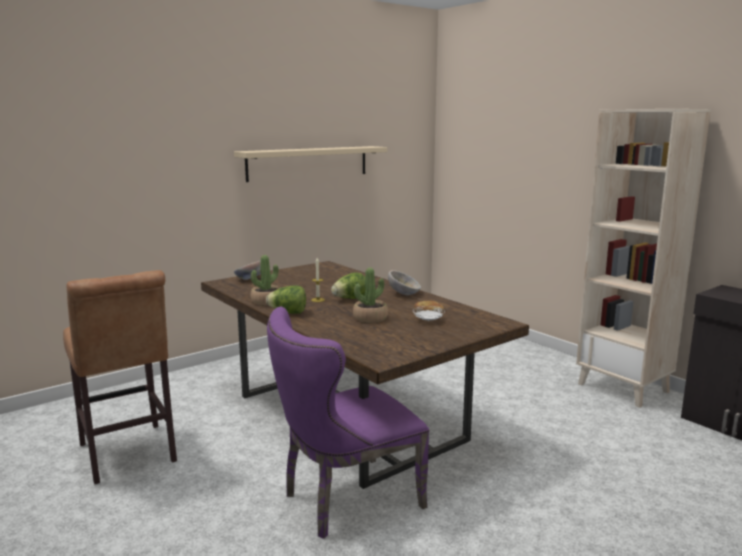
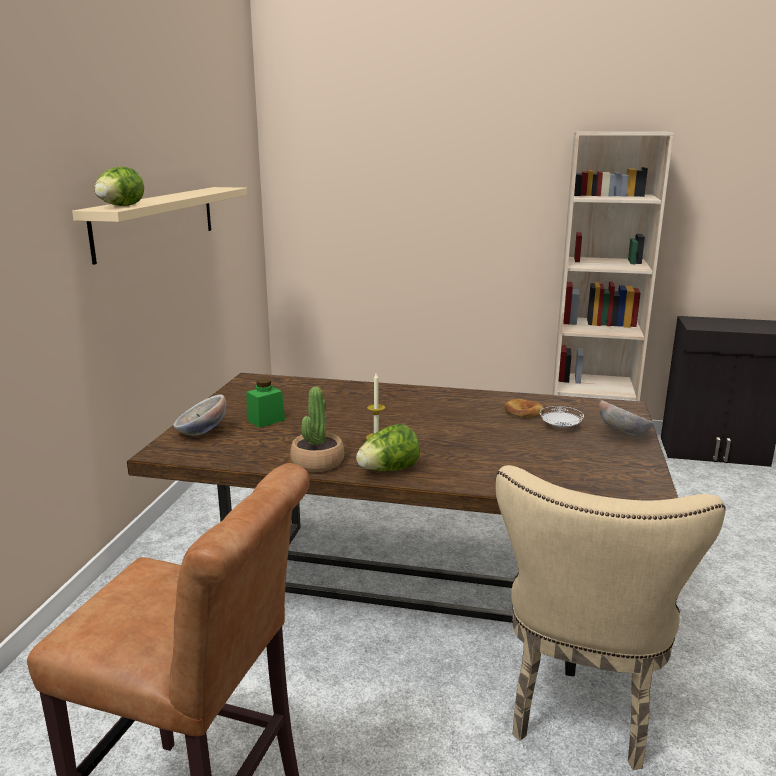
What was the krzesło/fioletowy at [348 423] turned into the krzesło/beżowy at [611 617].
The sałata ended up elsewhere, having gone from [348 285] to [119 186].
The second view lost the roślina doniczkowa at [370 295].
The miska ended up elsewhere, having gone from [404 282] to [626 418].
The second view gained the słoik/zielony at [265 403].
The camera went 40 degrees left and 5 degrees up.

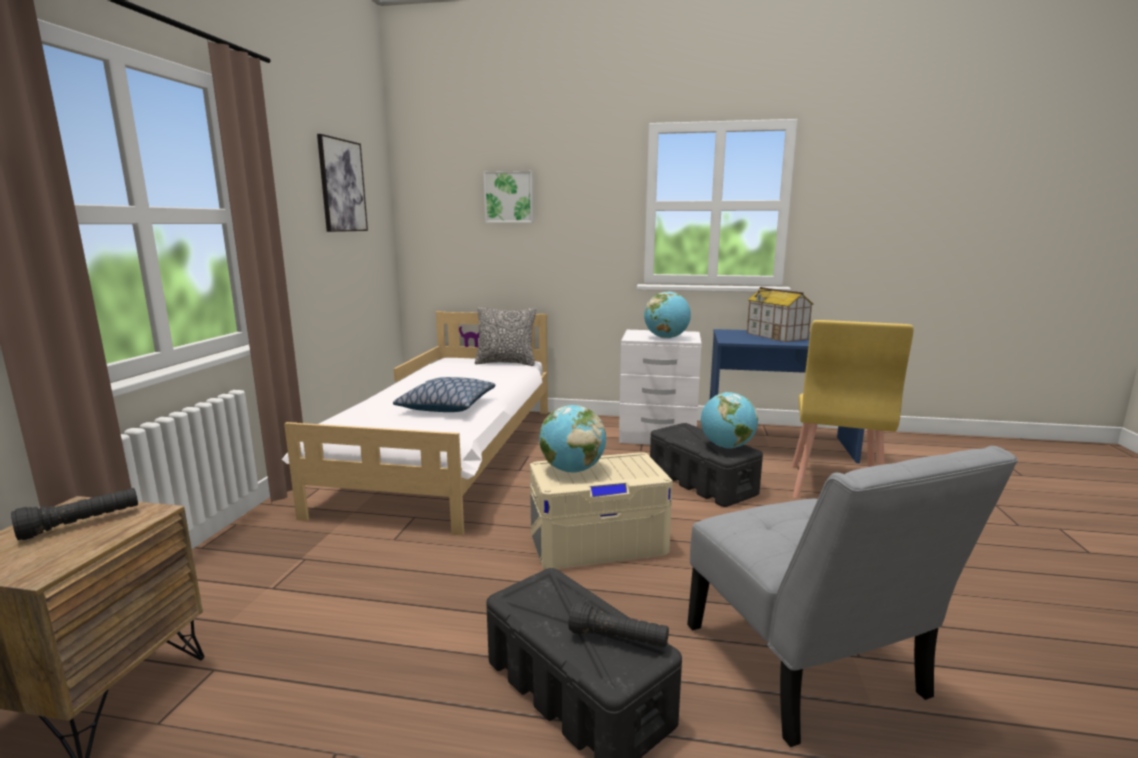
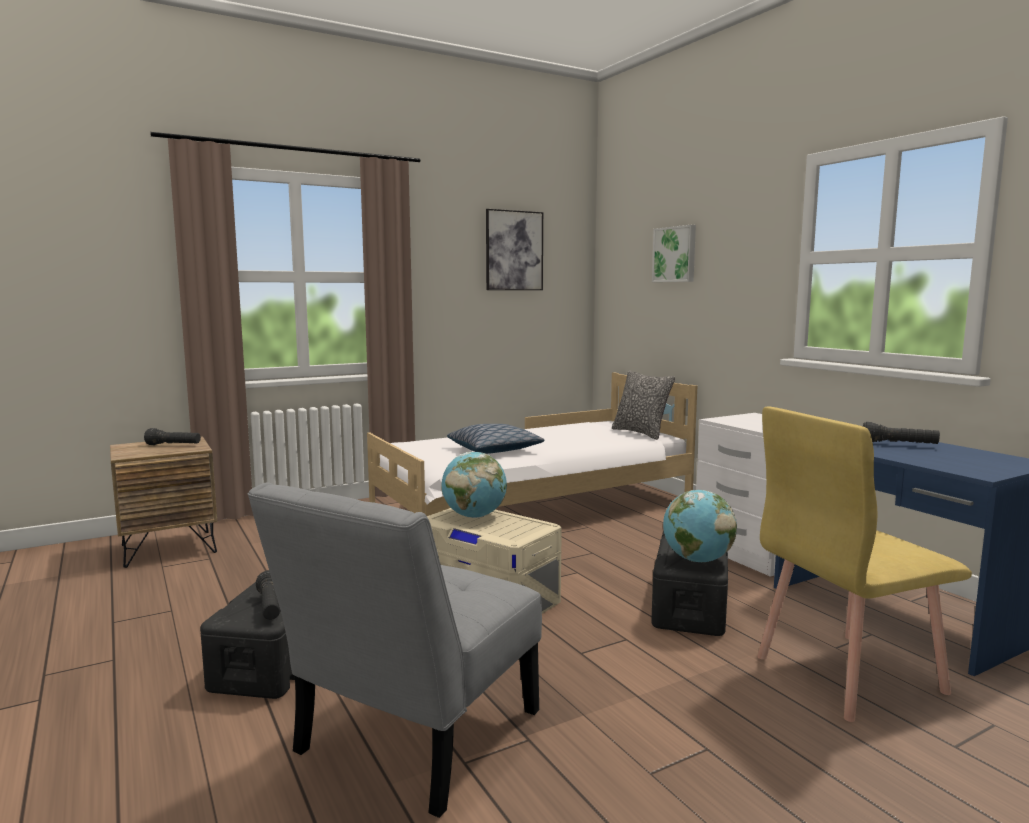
The second view lost the globus at [667 315].
Where the domek stood at [780 314], the latarka/czarny came to stand at [901 433].
The camera went 50 degrees right and 5 degrees down.

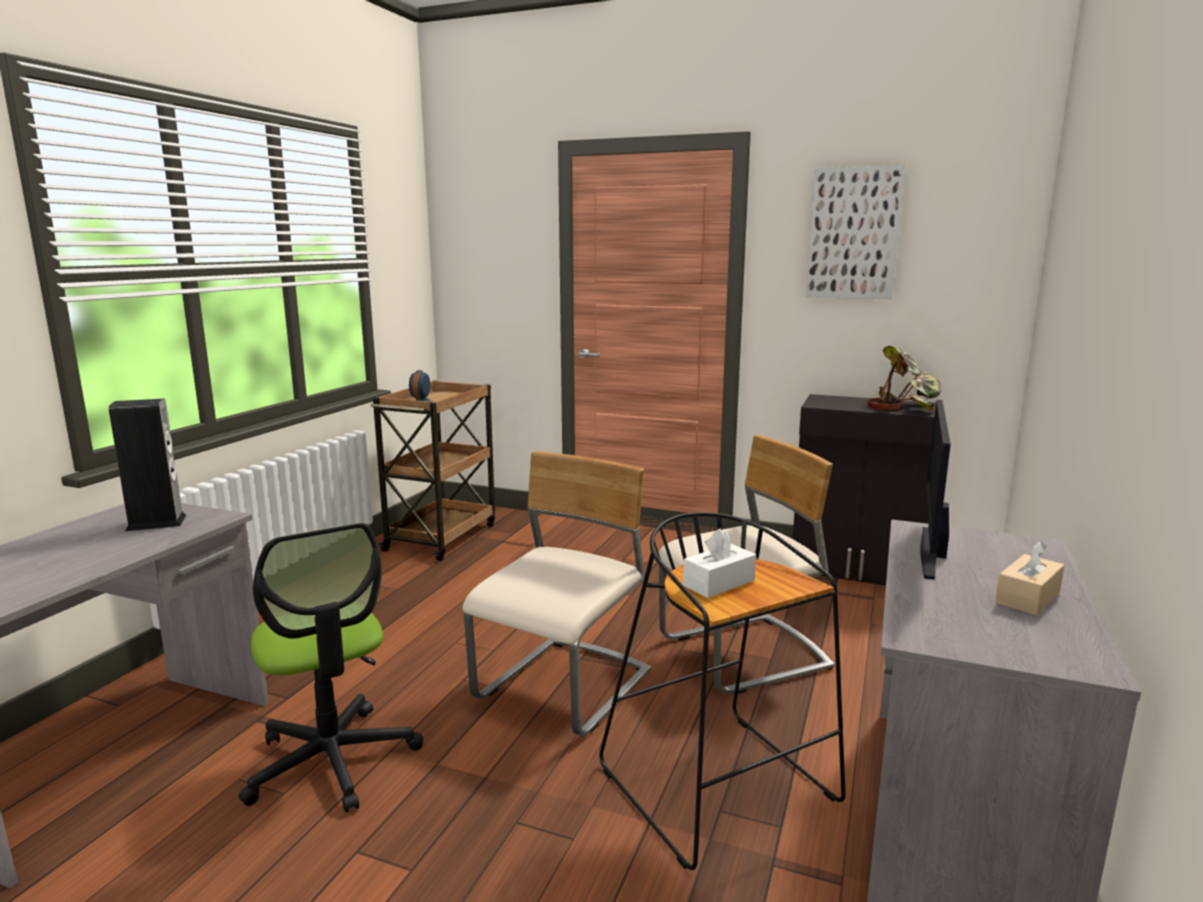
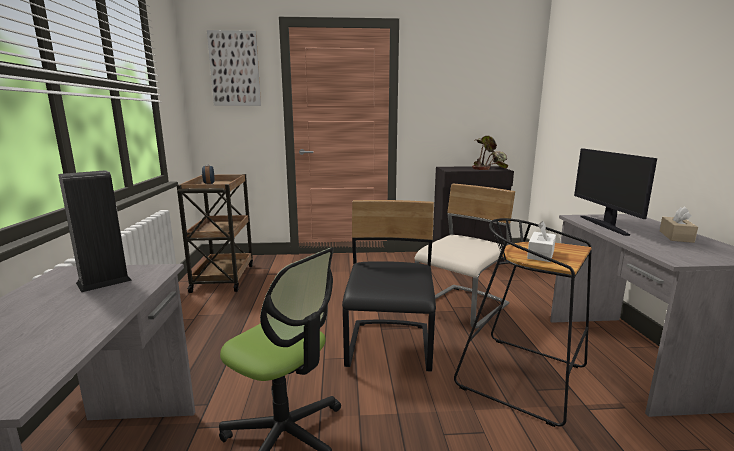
What was the krzesło/beżowy at [556 593] turned into the krzesło/czarny at [389 286].
The obraz ended up elsewhere, having gone from [855 232] to [234 68].
The camera went 25 degrees left and 0 degrees up.

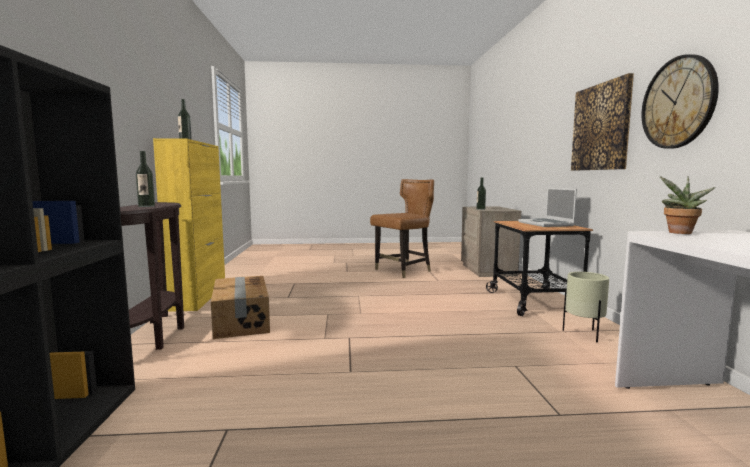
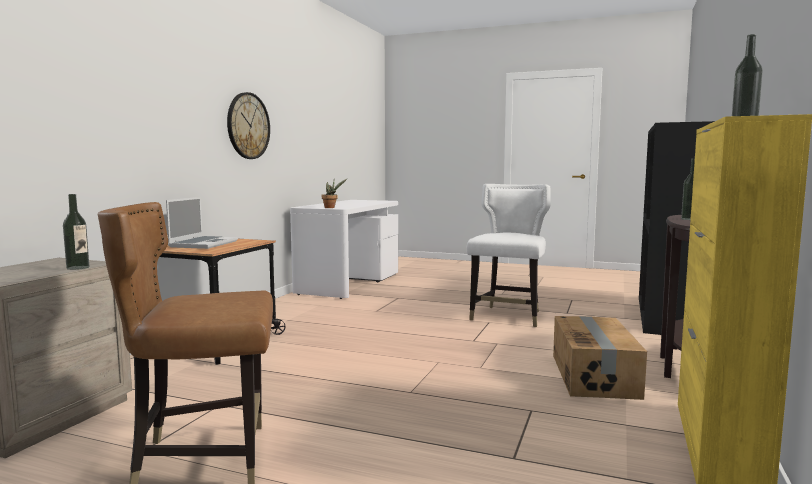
The second view lost the donica/beżowy at [586 307].
The second view lost the obraz at [602 122].
The second view gained the krzesło/biały at [508 255].
The camera went 155 degrees left and 0 degrees up.

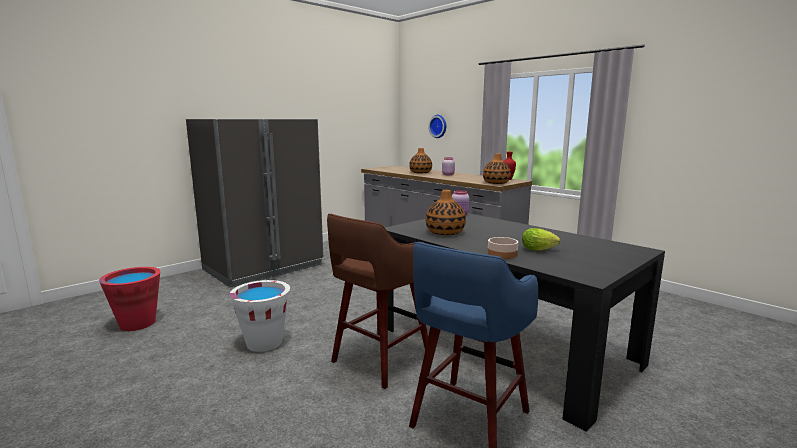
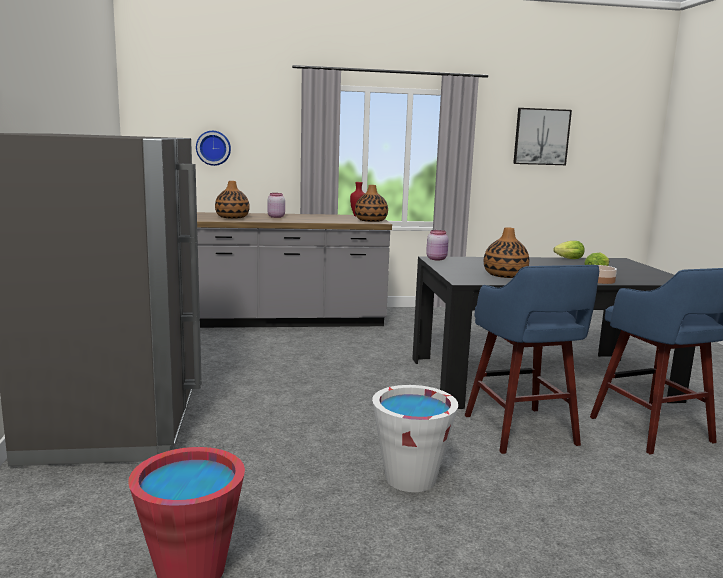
What was the stołek/brązowy at [377 301] turned into the stołek/niebieski at [532 359].
The second view gained the obraz at [542 136].
The second view gained the sałata at [569 250].
The camera went 55 degrees left and 0 degrees up.

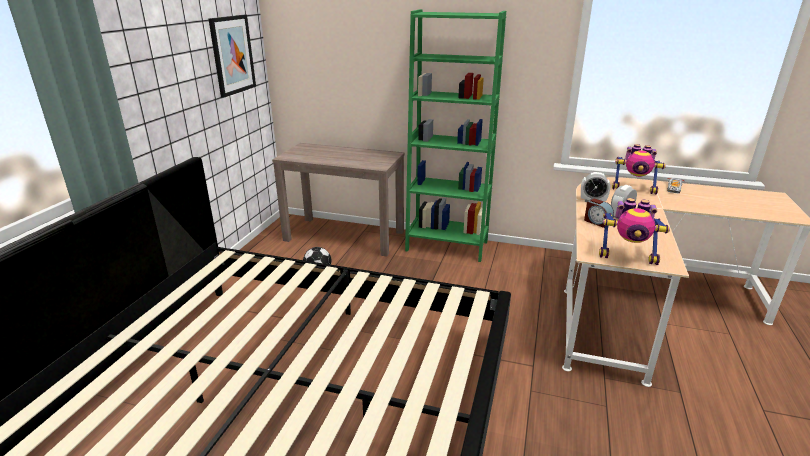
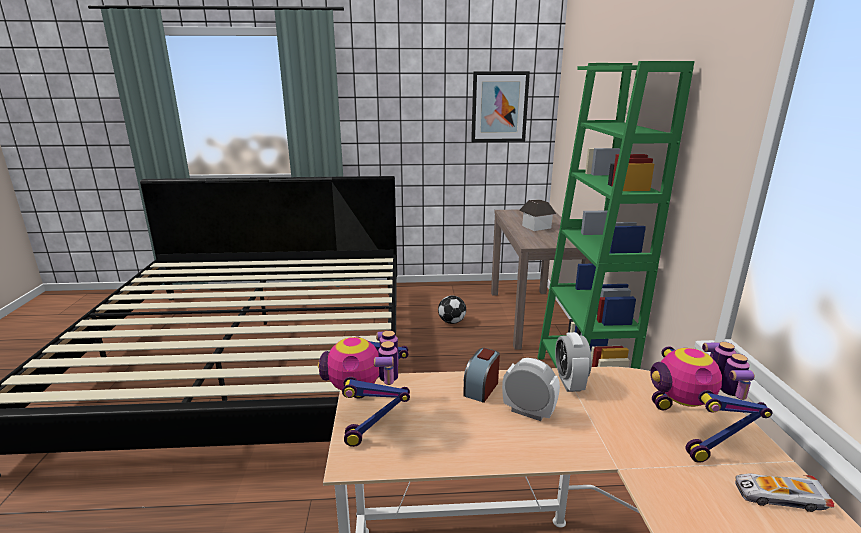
The second view gained the domek at [537 215].
The camera went 70 degrees right and 5 degrees down.

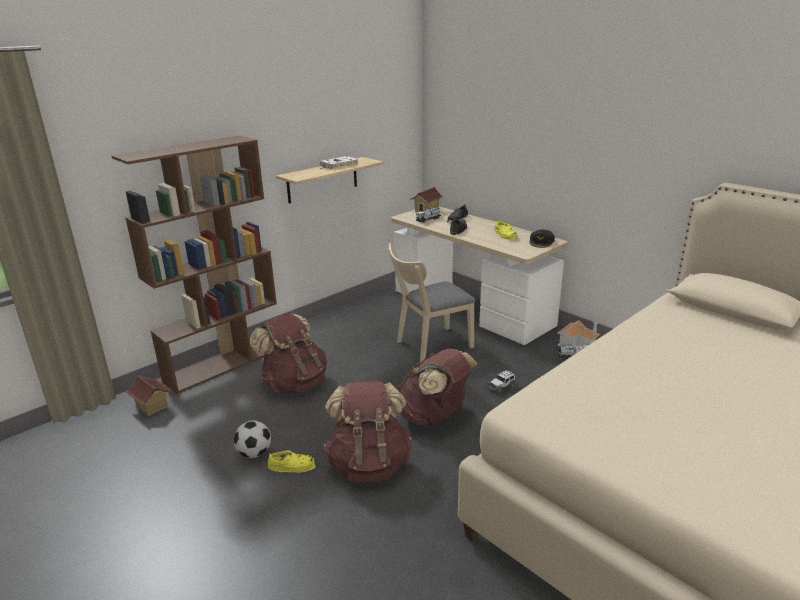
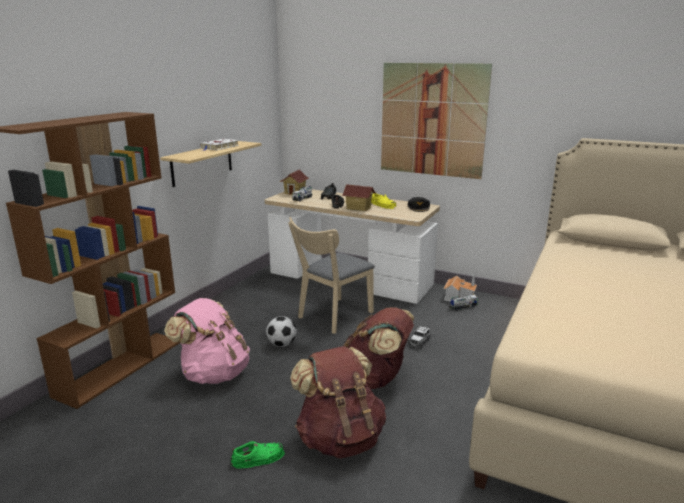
The domek ended up elsewhere, having gone from [148 396] to [358 197].
The piłka futbolowa ended up elsewhere, having gone from [252 439] to [281 331].
What was the plecak/brązowy at [288 353] turned into the plecak/różowy at [207 341].
What was the but/żółty at [291 461] turned into the but/zielony at [257 455].
The second view gained the obraz at [436 121].
The camera went 20 degrees left and 5 degrees down.

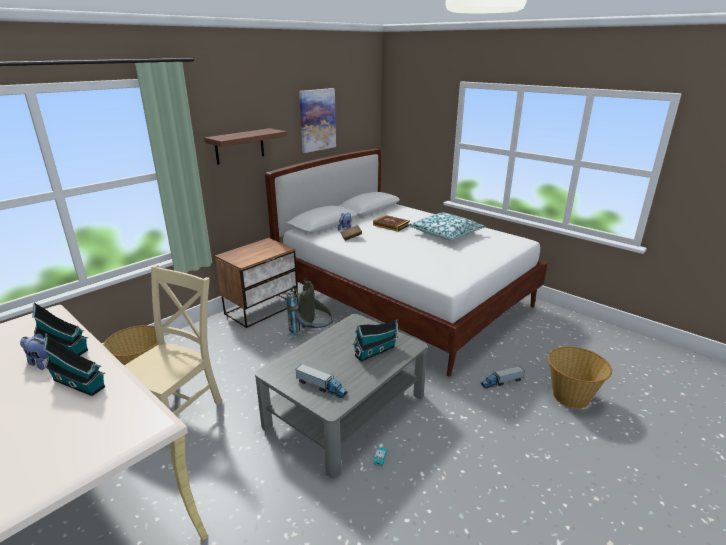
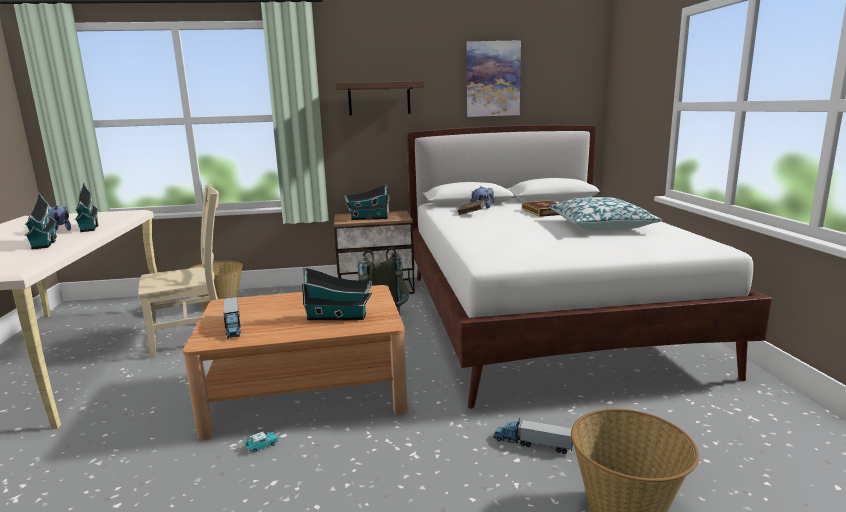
What was the ława/szary at [341 396] turned into the ława/brązowy at [295 362].
The second view gained the domek at [367 202].
The camera went 40 degrees right and 10 degrees down.

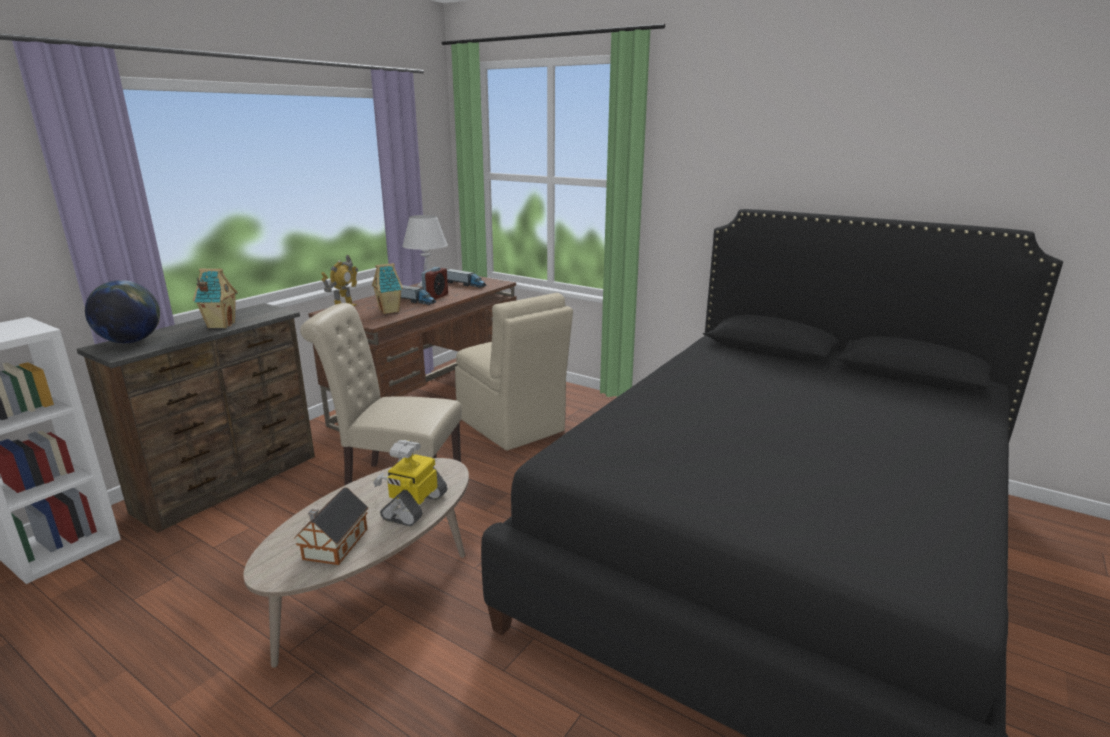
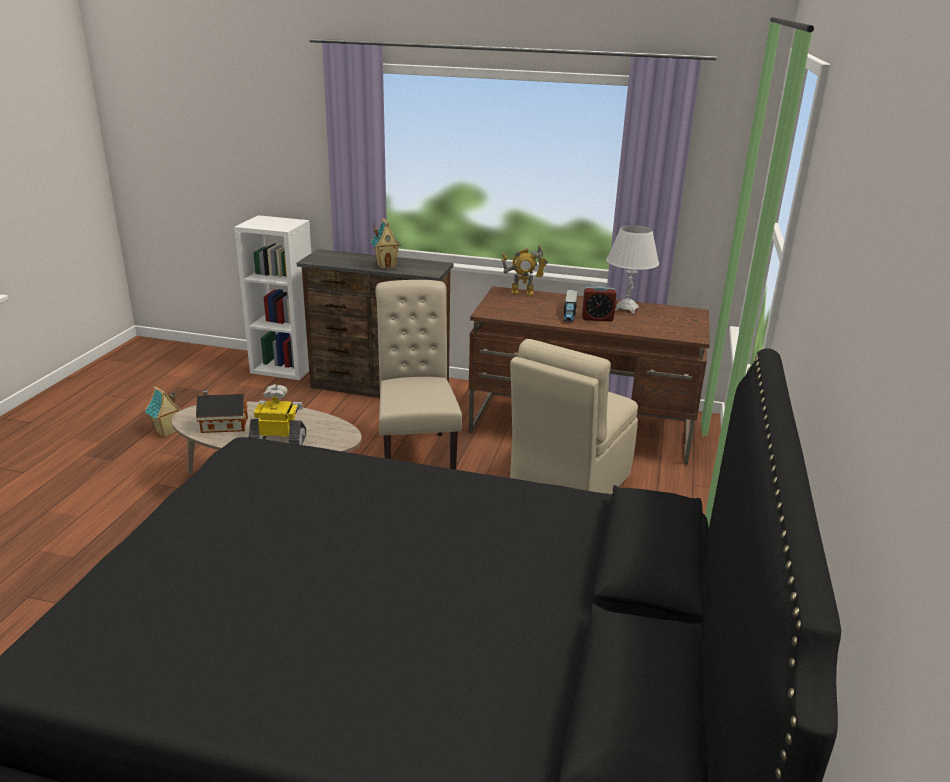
The second view lost the globus at [122 311].
The domek ended up elsewhere, having gone from [387 288] to [163 411].
The second view lost the ciężarówka zabawkowa at [466 278].
The camera went 70 degrees right and 5 degrees up.

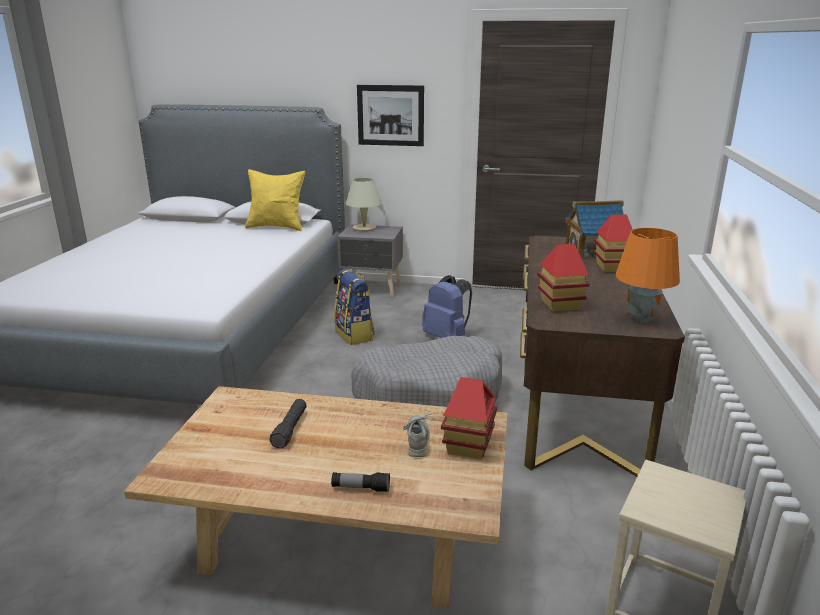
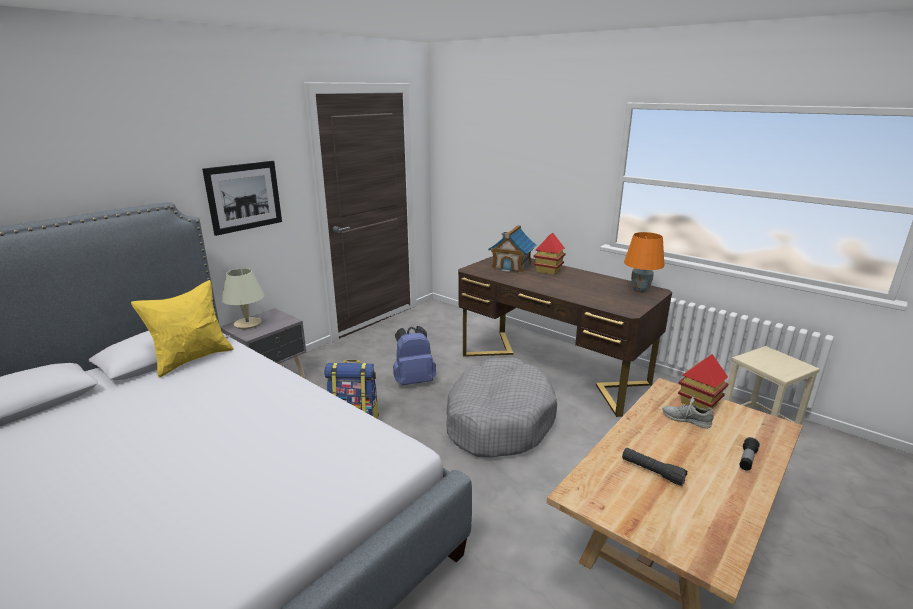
The second view lost the domek at [563 277].
The camera went 60 degrees left and 0 degrees up.

